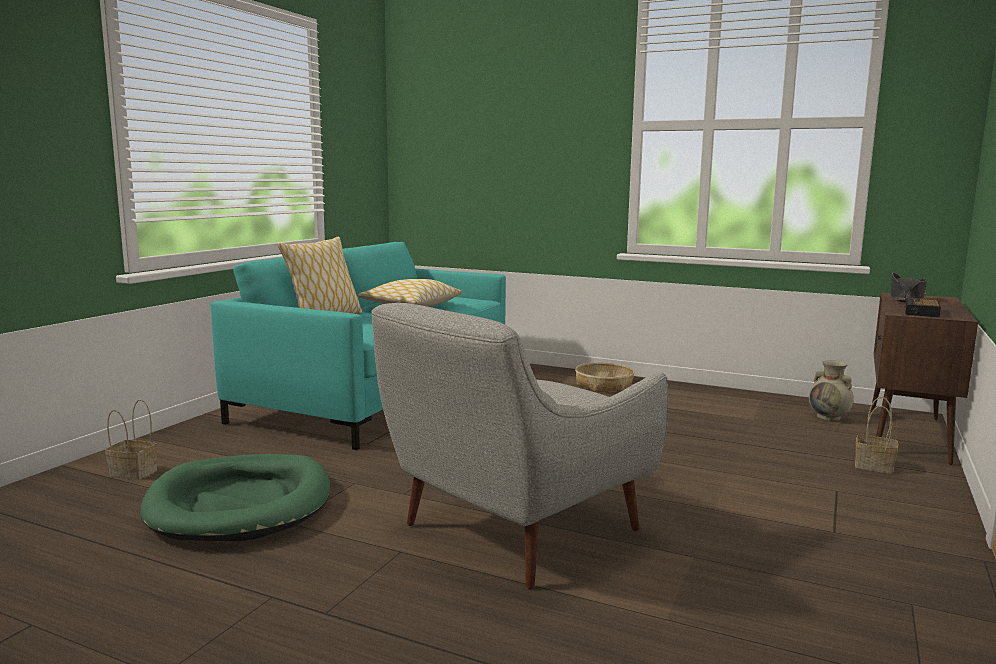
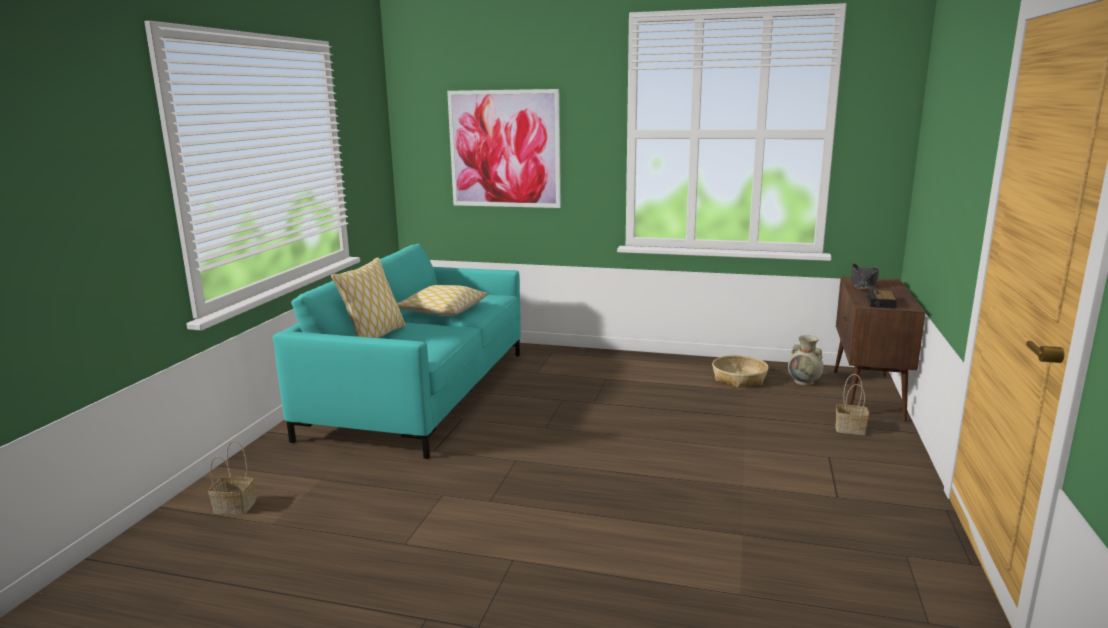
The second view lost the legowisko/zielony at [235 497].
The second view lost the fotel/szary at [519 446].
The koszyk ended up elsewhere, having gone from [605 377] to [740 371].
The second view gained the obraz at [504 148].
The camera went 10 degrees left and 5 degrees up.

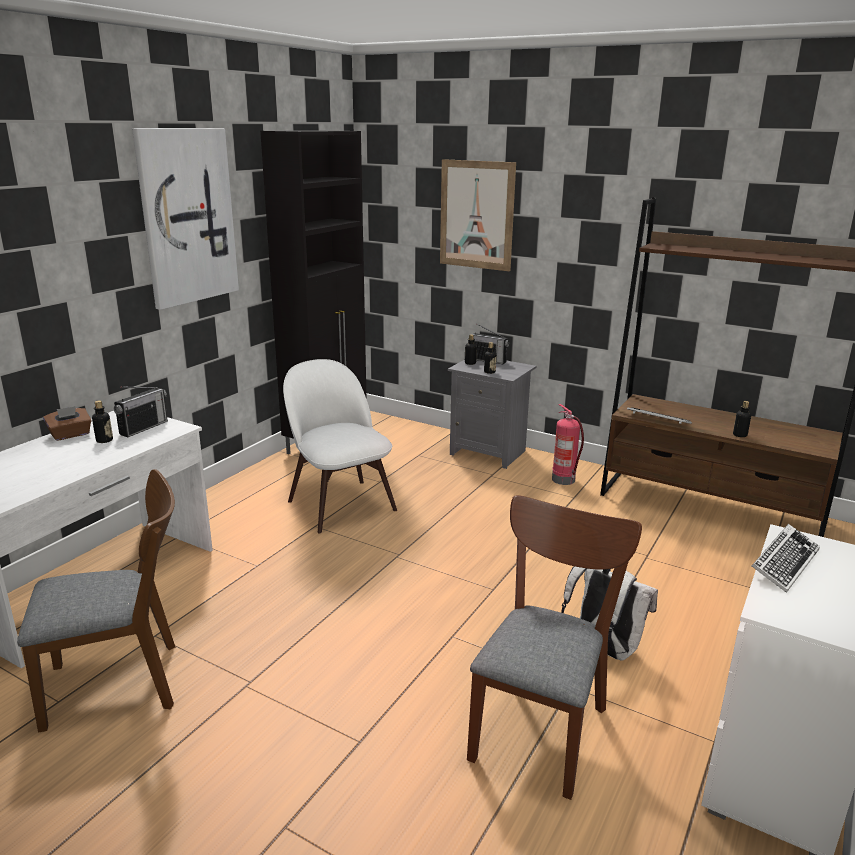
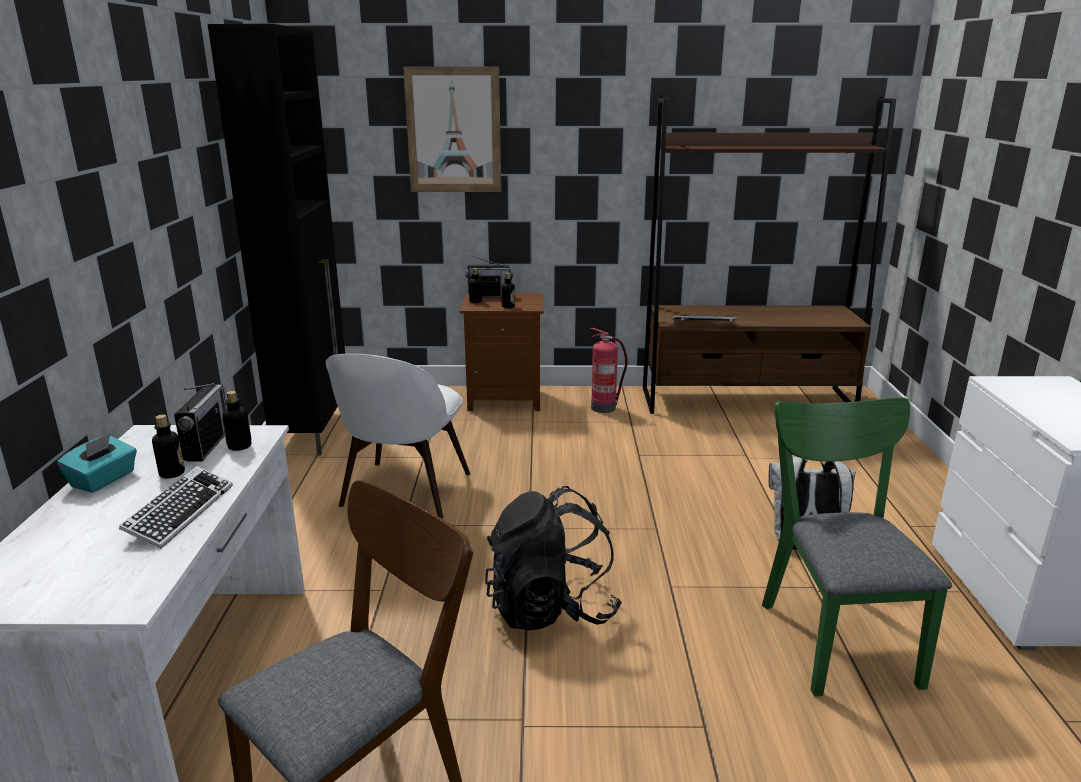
What was the pudełko chusteczek/brązowy at [67 423] turned into the pudełko chusteczek/turkusowy at [97 463].
The second view lost the obraz at [185 219].
The krzesło/biały at [340 446] ended up facing another way, 105 degrees counterclockwise from before.
What was the szafka nocna/szary at [492 414] turned into the szafka nocna/brązowy at [502 352].
What was the krzesło/brązowy at [554 647] turned into the krzesło/zielony at [857 547].
The butelka ended up elsewhere, having gone from [742 419] to [236 421].
The klawiatura ended up elsewhere, having gone from [786 558] to [176 507].
The second view gained the plecak/czarny at [553 558].
The camera went 30 degrees left and 0 degrees up.

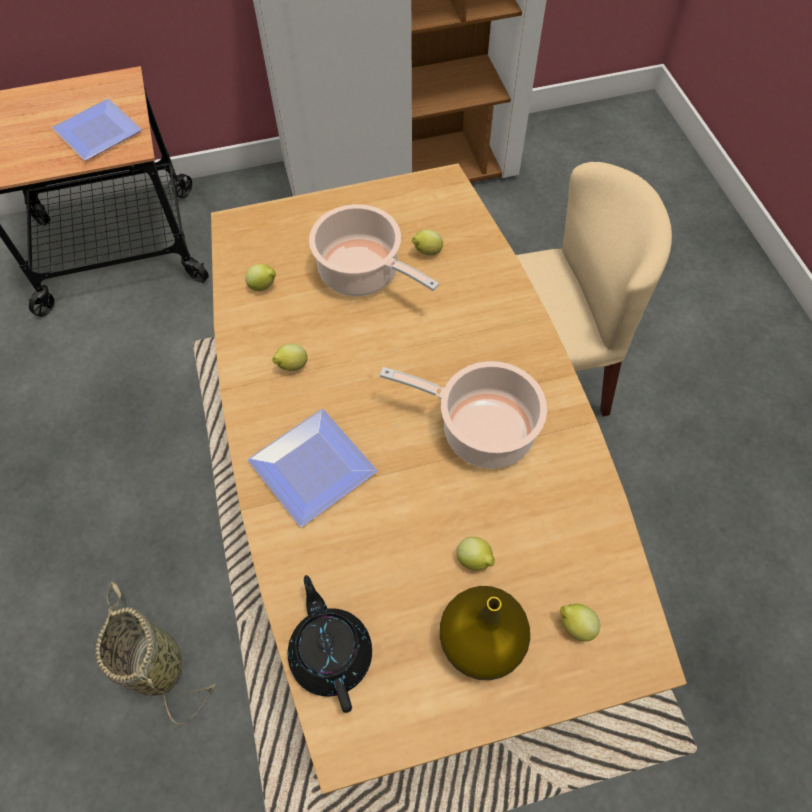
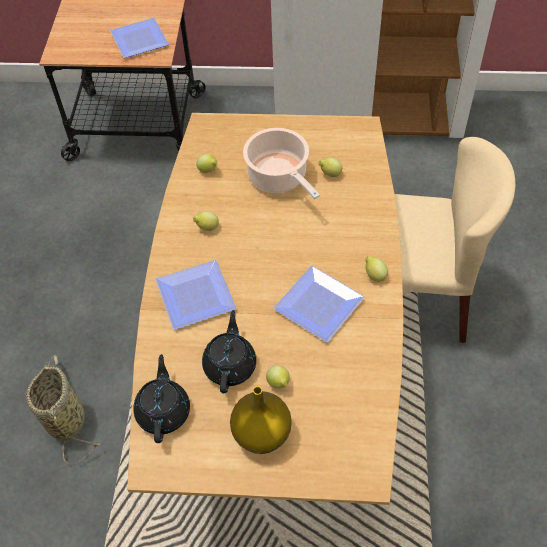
Where the garnek stood at [463 415], the talerz came to stand at [318 304].
The cytryna ended up elsewhere, having gone from [580 623] to [376 269].
The second view gained the imbryk/czarny at [229 351].
The camera went 20 degrees right and 5 degrees down.

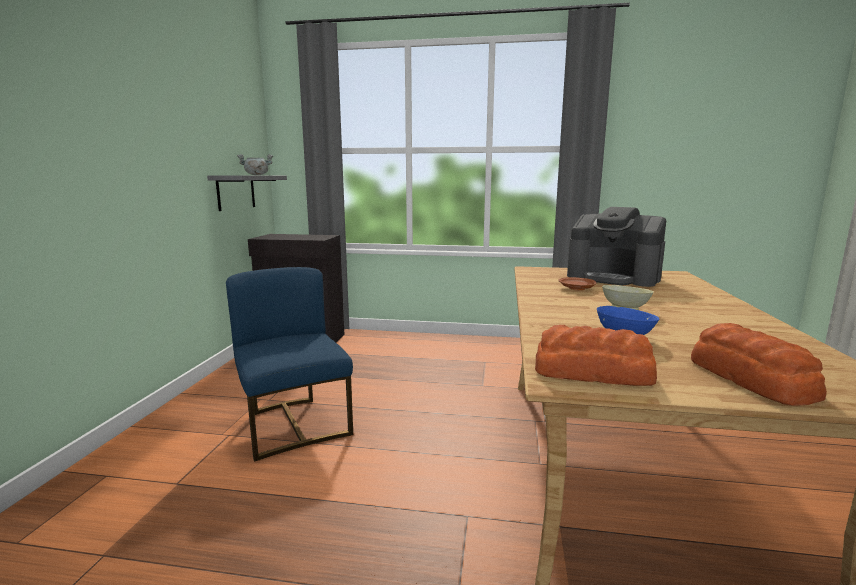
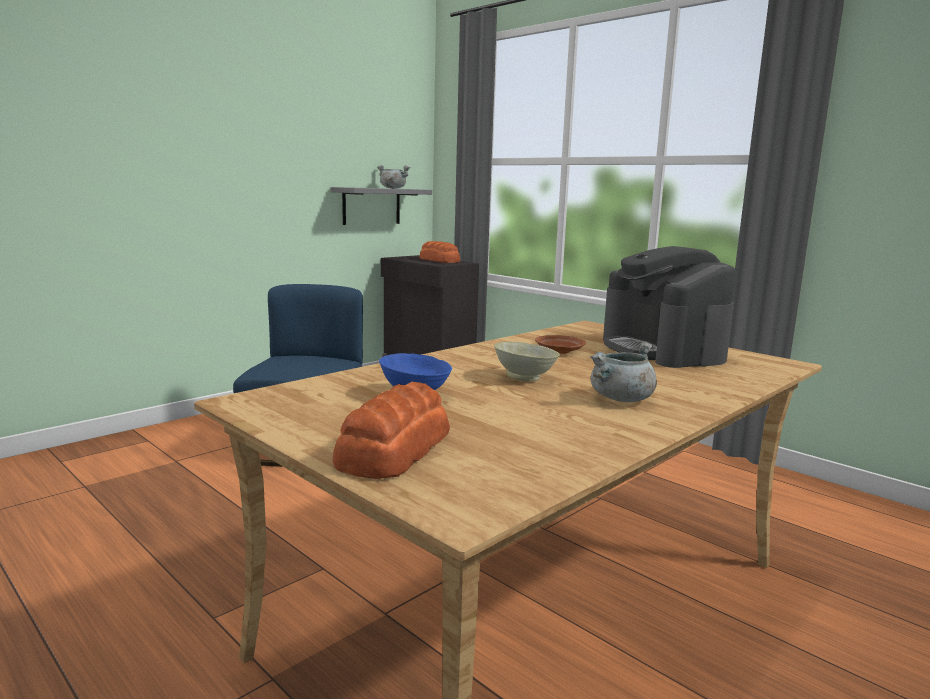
The chleb ended up elsewhere, having gone from [596 355] to [439 252].
The second view gained the garnek/szary at [623 372].
The camera went 35 degrees right and 0 degrees up.

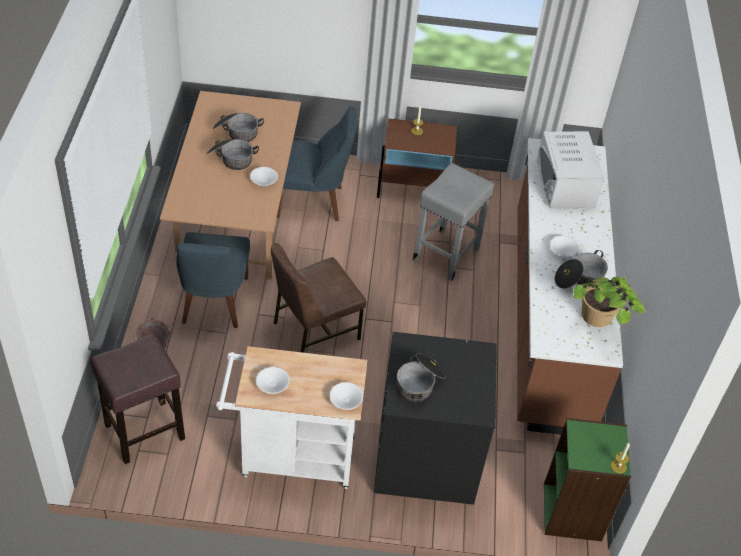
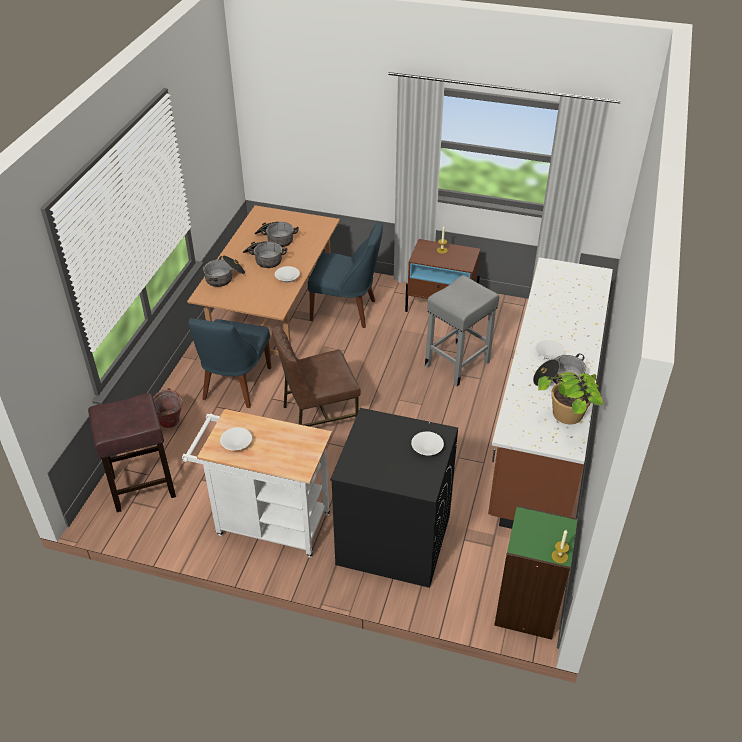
The miska/biały ended up elsewhere, having gone from [346 396] to [427 443].
The garnek ended up elsewhere, having gone from [421 377] to [224 271].
The second view lost the mikrofalówka/biały at [570 169].
The camera went 15 degrees right and 5 degrees down.

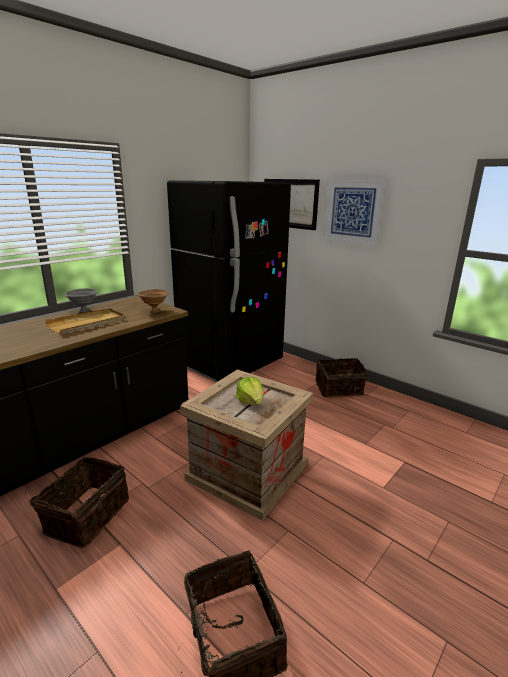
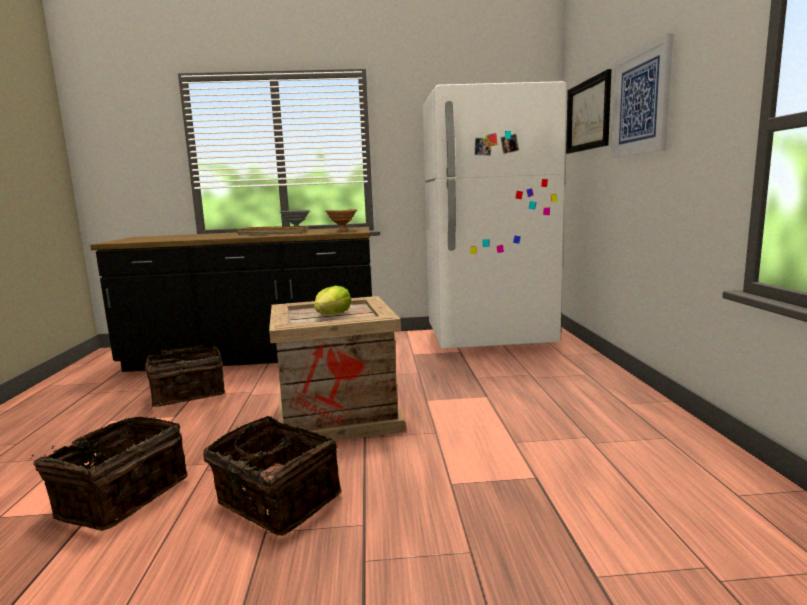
What was the lodówka/czarny at [229 281] turned into the lodówka/biały at [494 215].
The koszyk ended up elsewhere, having gone from [342 377] to [272 476].
The camera went 45 degrees right and 10 degrees down.

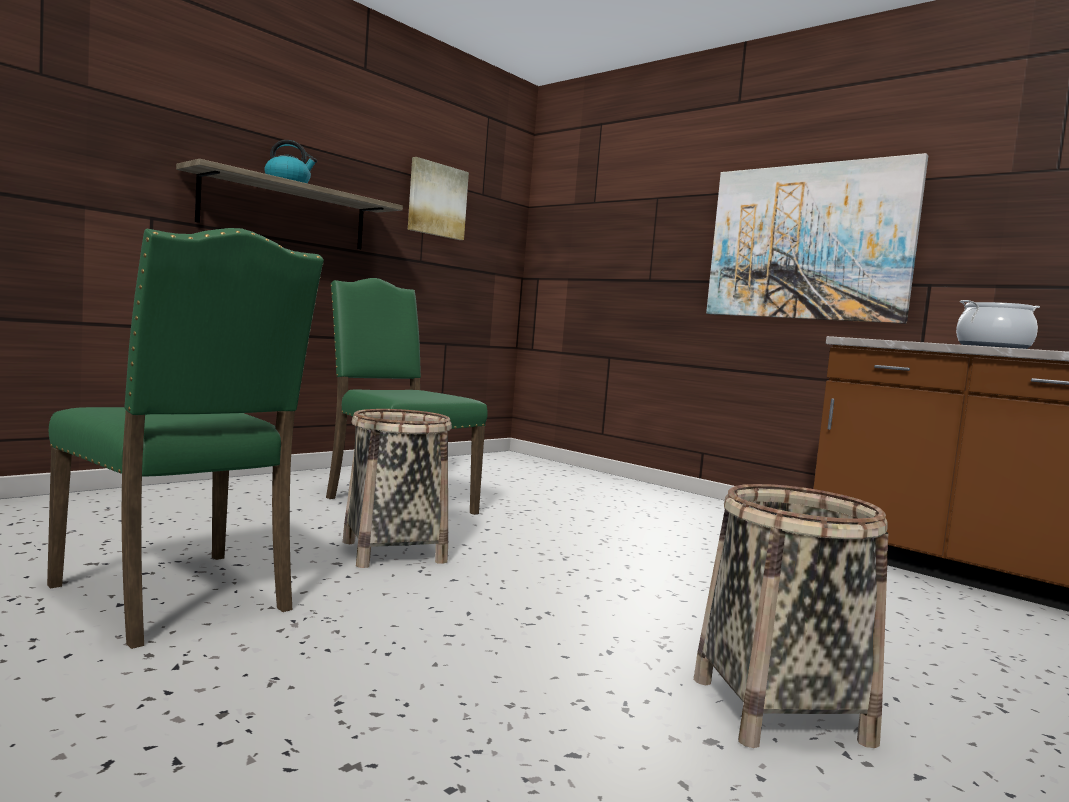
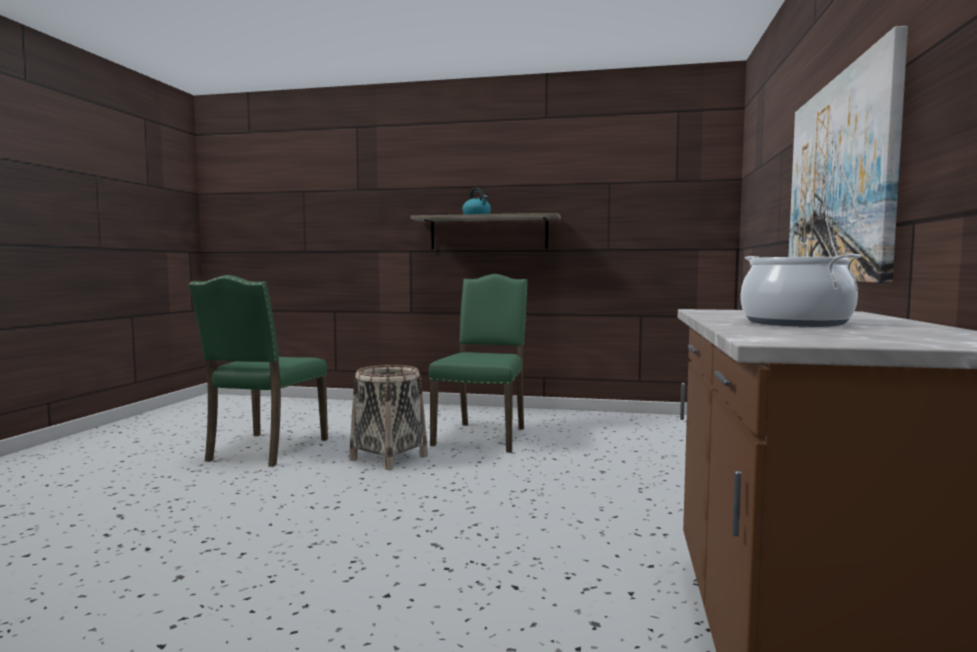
The second view lost the obraz at [438 198].
The second view lost the koszyk at [791 616].
The camera went 60 degrees right and 0 degrees up.

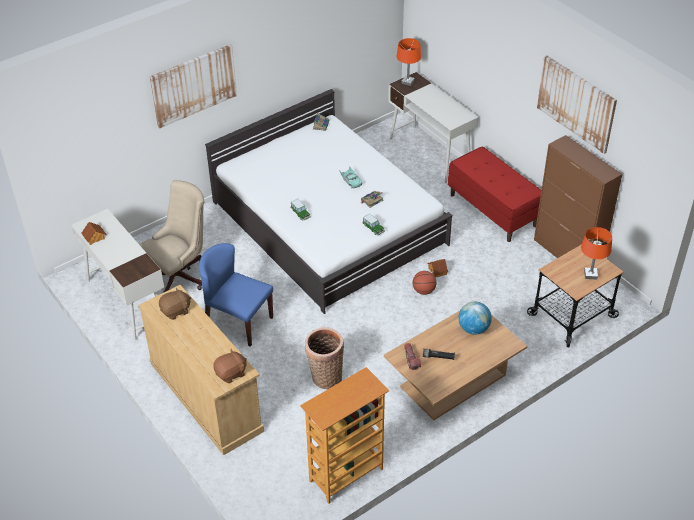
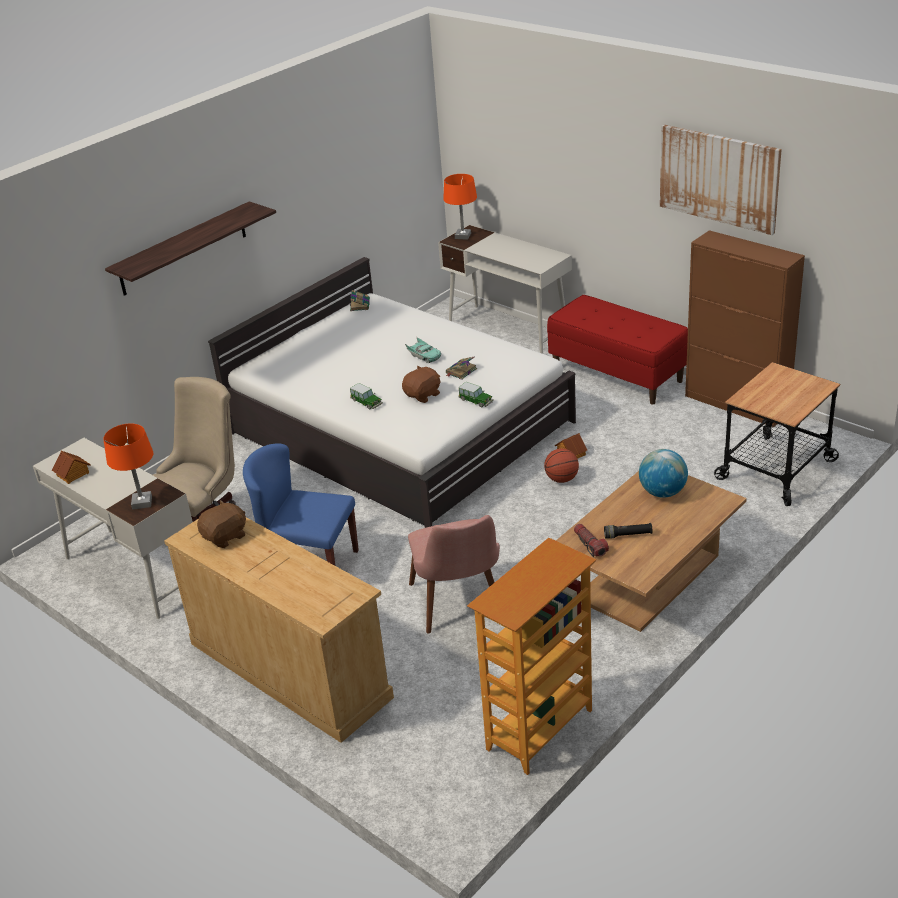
Where the obraz hung at [193 86], the półka came to hang at [190 248].
The pluszak/brązowy ended up elsewhere, having gone from [230 366] to [421 384].
Where the koszyk stood at [324 358], the krzesło/różowy came to stand at [454 574].
The lampa stołowa/pomarańczowy ended up elsewhere, having gone from [596 253] to [128 466].
The camera went 10 degrees left and 10 degrees down.

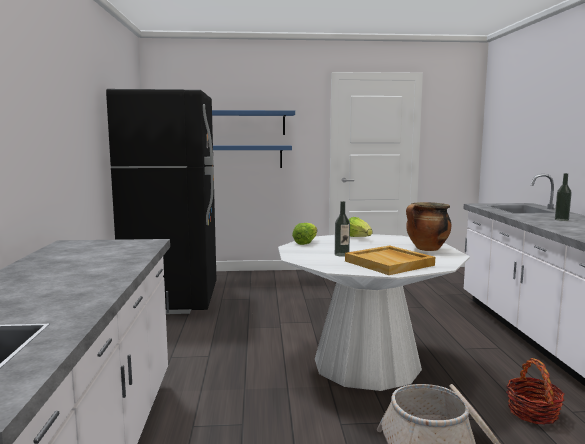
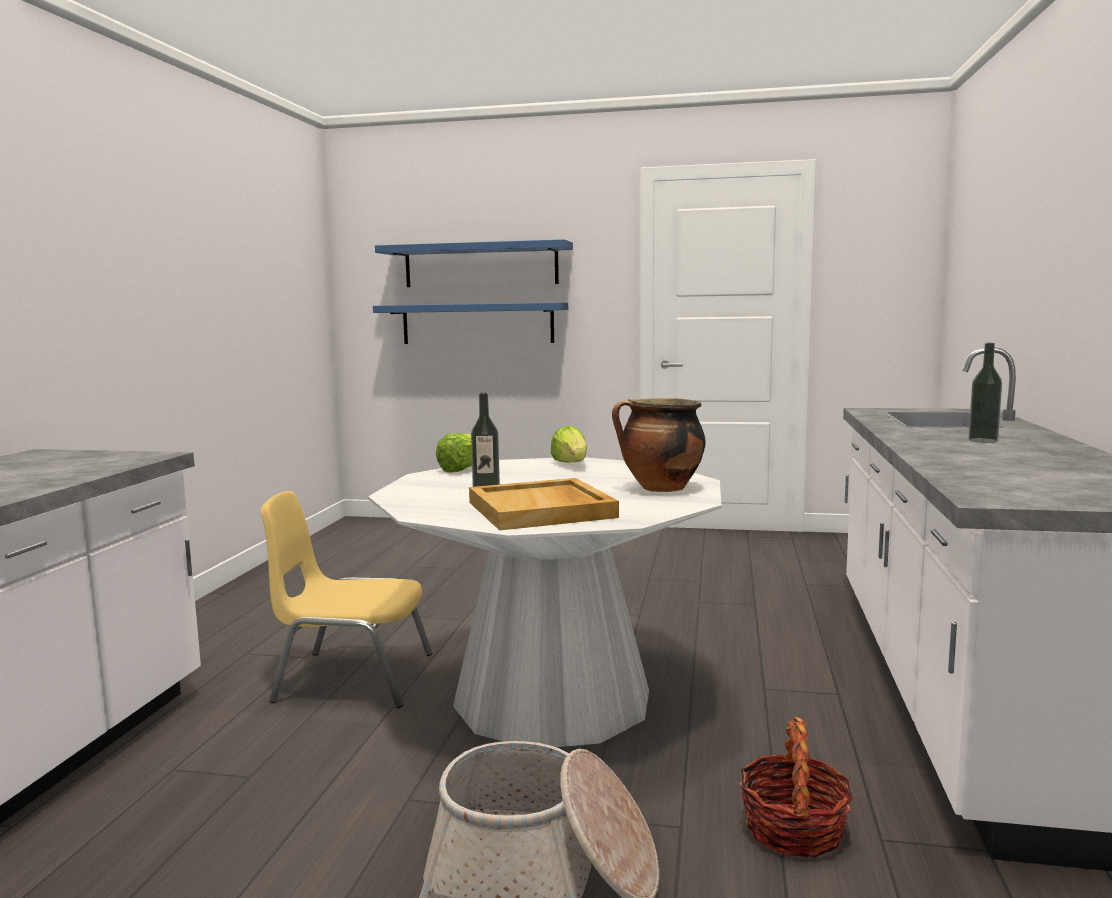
The second view lost the lodówka/czarny at [161 201].
The second view gained the krzesło/żółty at [346 599].
The camera went 15 degrees right and 0 degrees up.

